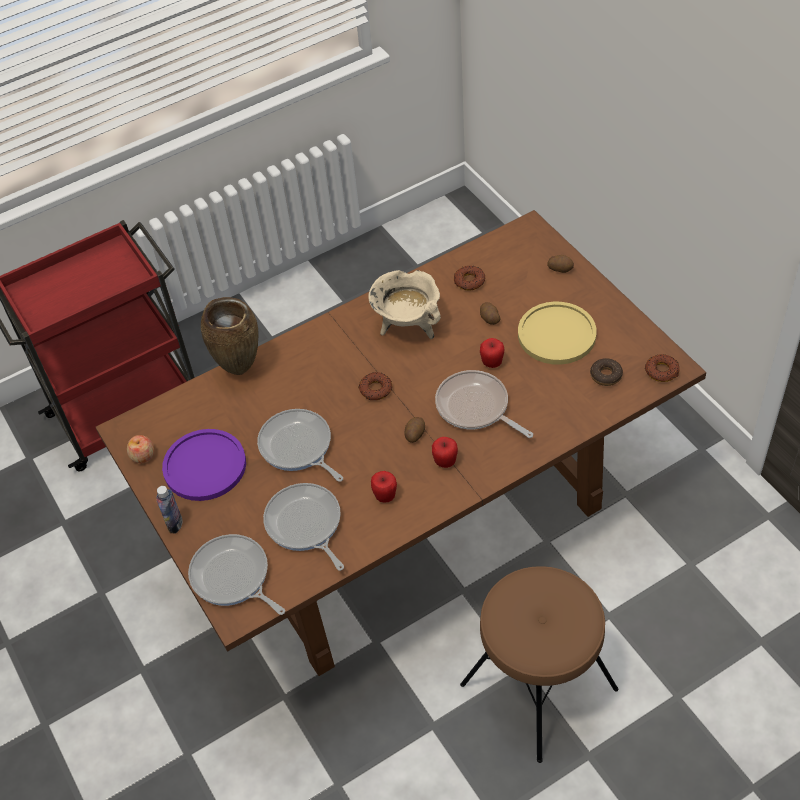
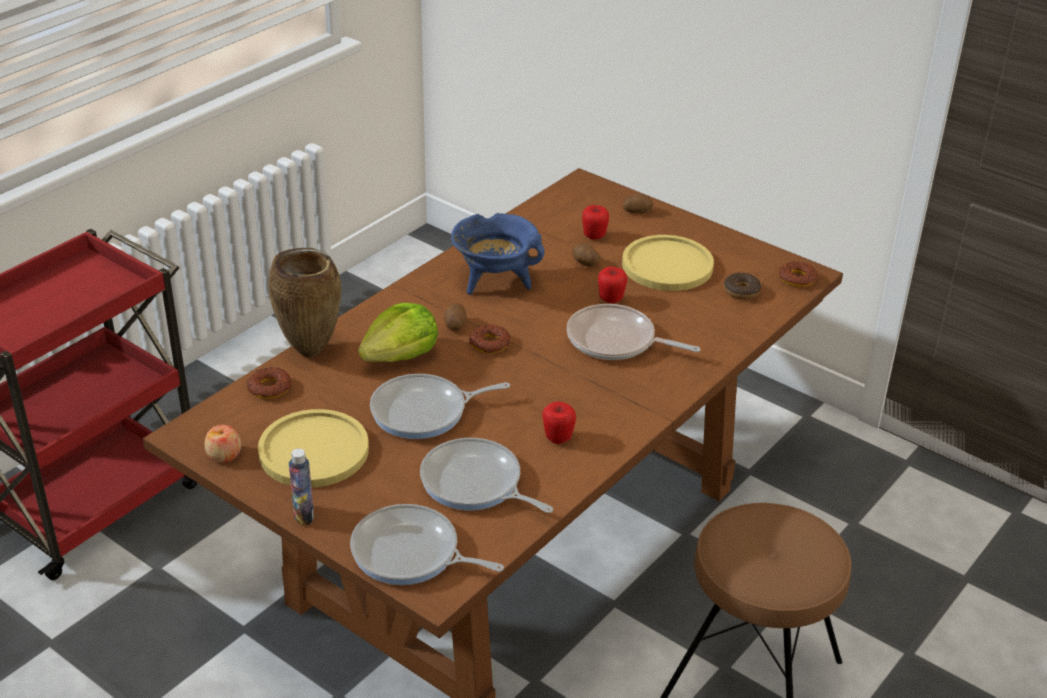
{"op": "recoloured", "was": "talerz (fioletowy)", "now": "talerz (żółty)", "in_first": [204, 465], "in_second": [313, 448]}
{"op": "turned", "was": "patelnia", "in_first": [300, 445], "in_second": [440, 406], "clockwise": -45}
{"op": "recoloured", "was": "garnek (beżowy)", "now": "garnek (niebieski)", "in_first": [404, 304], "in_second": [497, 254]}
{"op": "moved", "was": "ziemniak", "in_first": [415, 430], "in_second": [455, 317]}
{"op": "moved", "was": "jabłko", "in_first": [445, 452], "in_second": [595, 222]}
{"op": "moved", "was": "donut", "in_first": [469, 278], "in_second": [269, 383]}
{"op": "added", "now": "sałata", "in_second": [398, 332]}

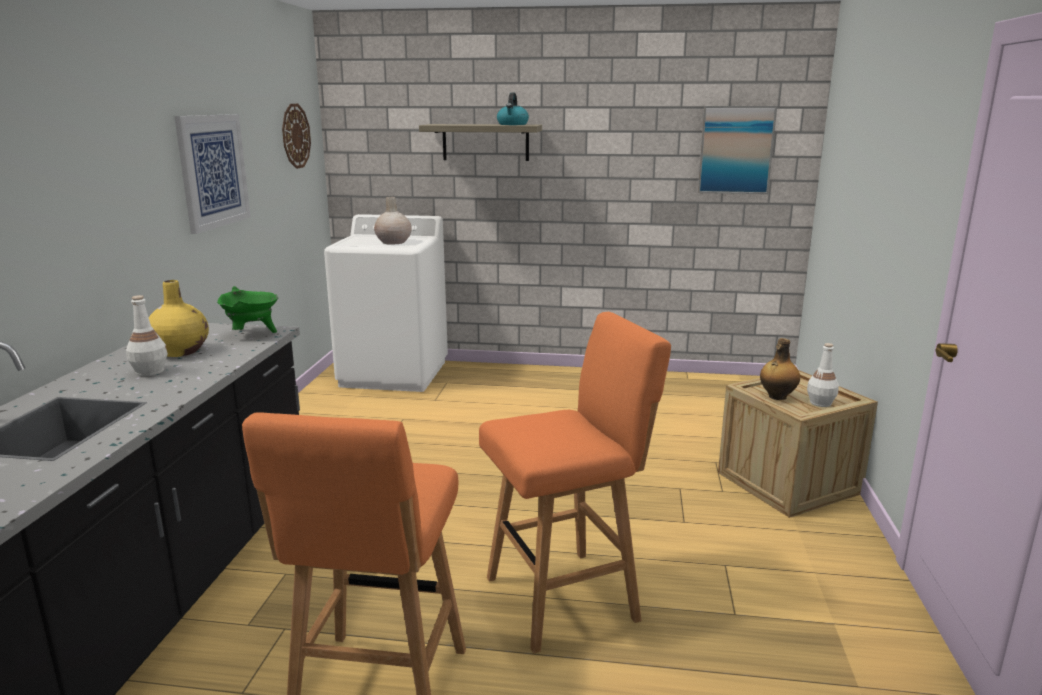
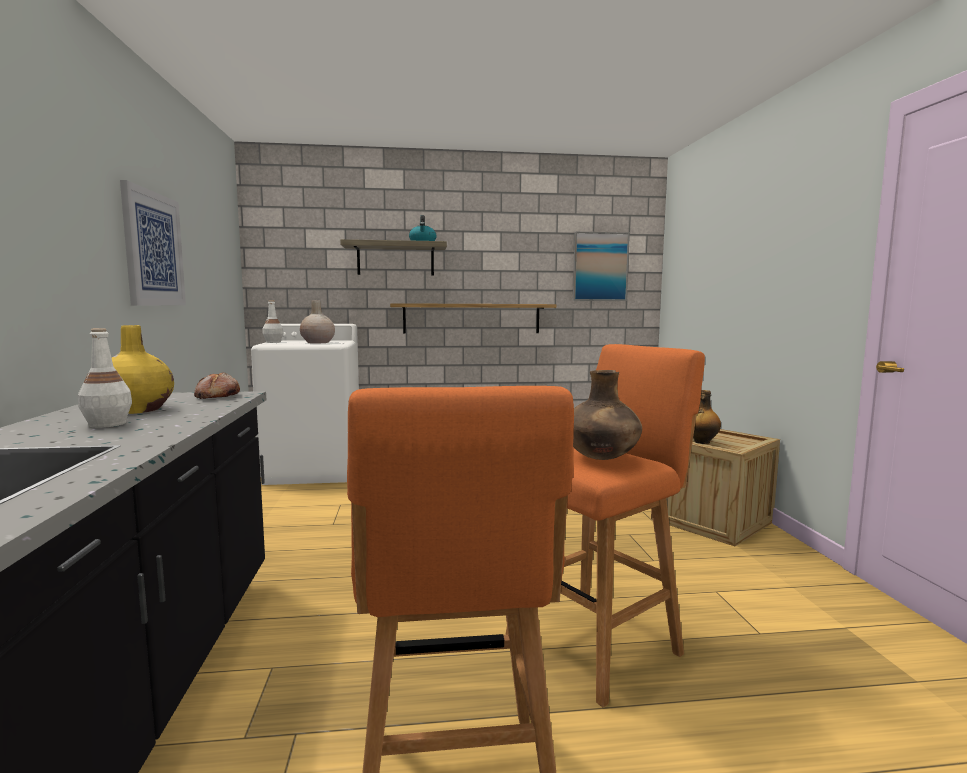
{"op": "replaced", "was": "garnek (zielony)", "now": "chleb", "in_first": [248, 309], "in_second": [217, 385]}
{"op": "removed", "was": "zegar ścienny", "in_first": [296, 136]}
{"op": "moved", "was": "butelka (biały)", "in_first": [823, 375], "in_second": [273, 321]}
{"op": "added", "now": "półka", "in_second": [473, 318]}
{"op": "added", "now": "wazon (brązowy)", "in_second": [607, 415]}

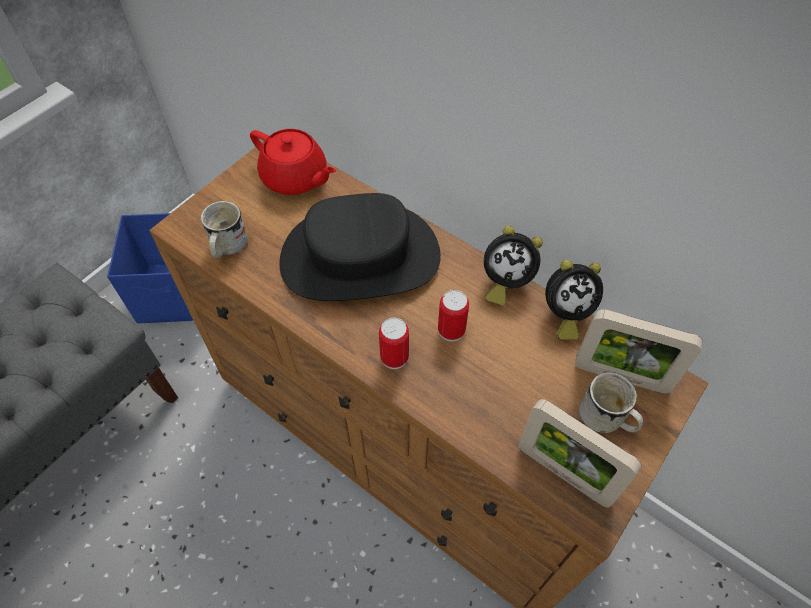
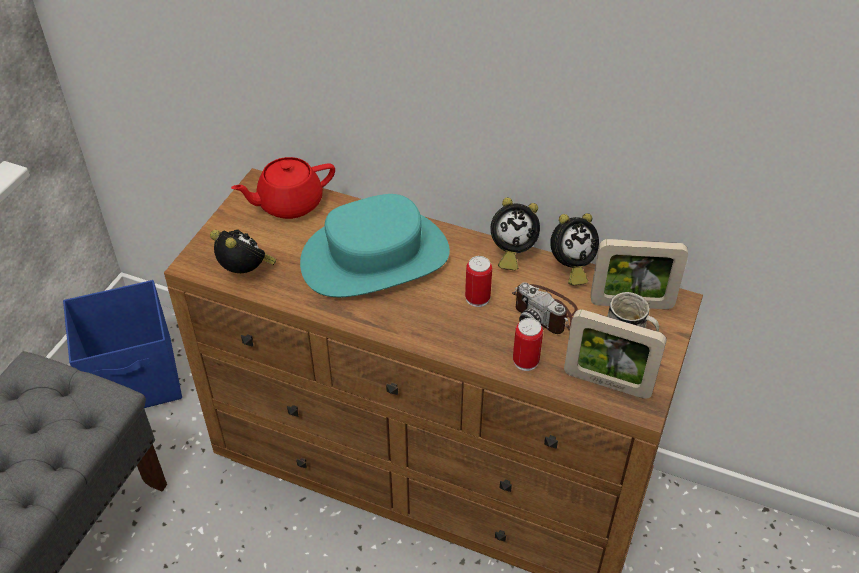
{"op": "replaced", "was": "kubek (biały)", "now": "budzik", "in_first": [224, 229], "in_second": [243, 251]}
{"op": "turned", "was": "imbryk (czerwony)", "in_first": [293, 162], "in_second": [283, 188], "clockwise": 135}
{"op": "recoloured", "was": "kapelusz (czarny)", "now": "kapelusz (turkusowy)", "in_first": [360, 247], "in_second": [375, 245]}
{"op": "moved", "was": "puszka", "in_first": [394, 343], "in_second": [528, 344]}
{"op": "added", "now": "aparat fotograficzny", "in_second": [545, 308]}

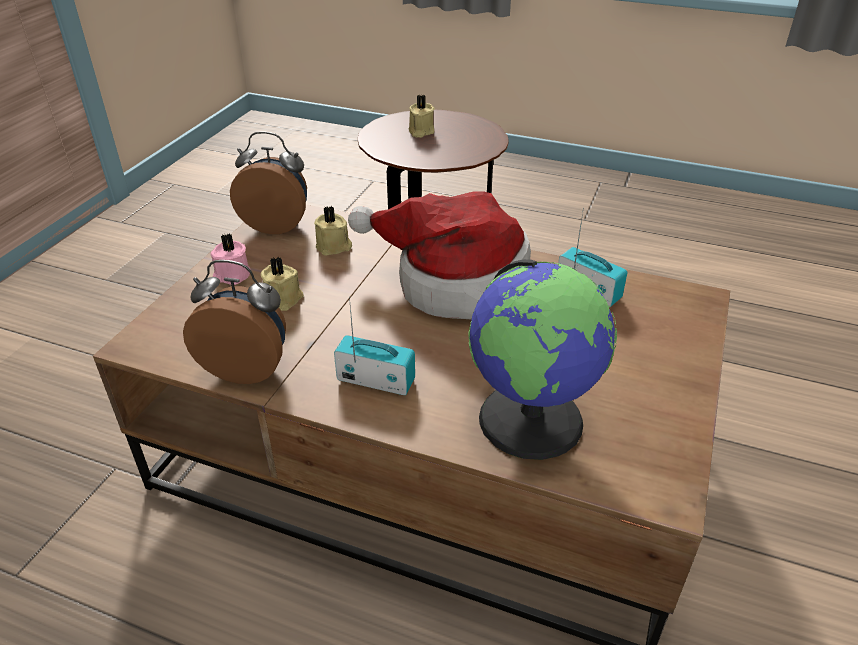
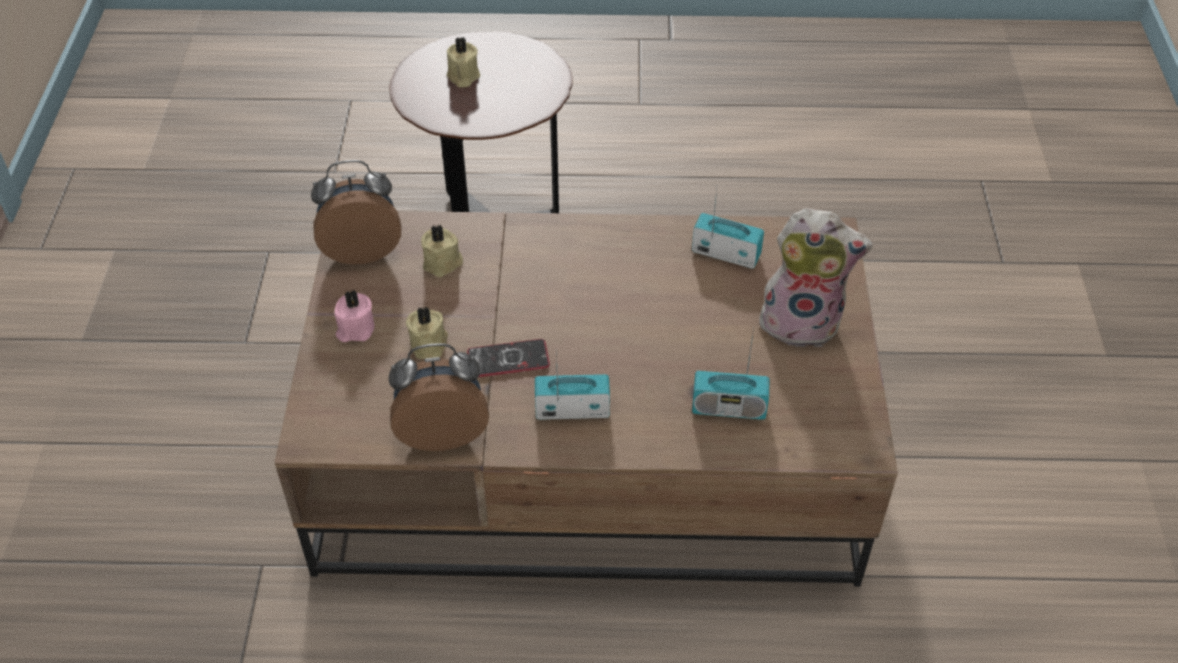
{"op": "removed", "was": "kapelusz", "in_first": [439, 255]}
{"op": "replaced", "was": "globus", "now": "radio", "in_first": [542, 359], "in_second": [731, 374]}
{"op": "added", "now": "telefon", "in_second": [508, 358]}
{"op": "added", "now": "pluszak", "in_second": [816, 277]}

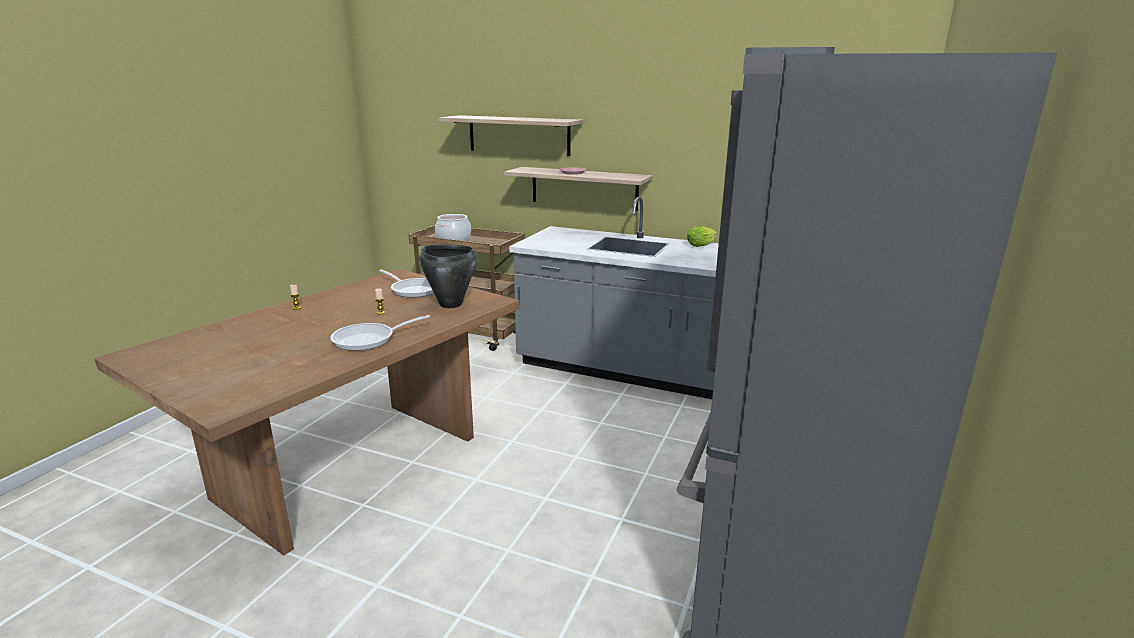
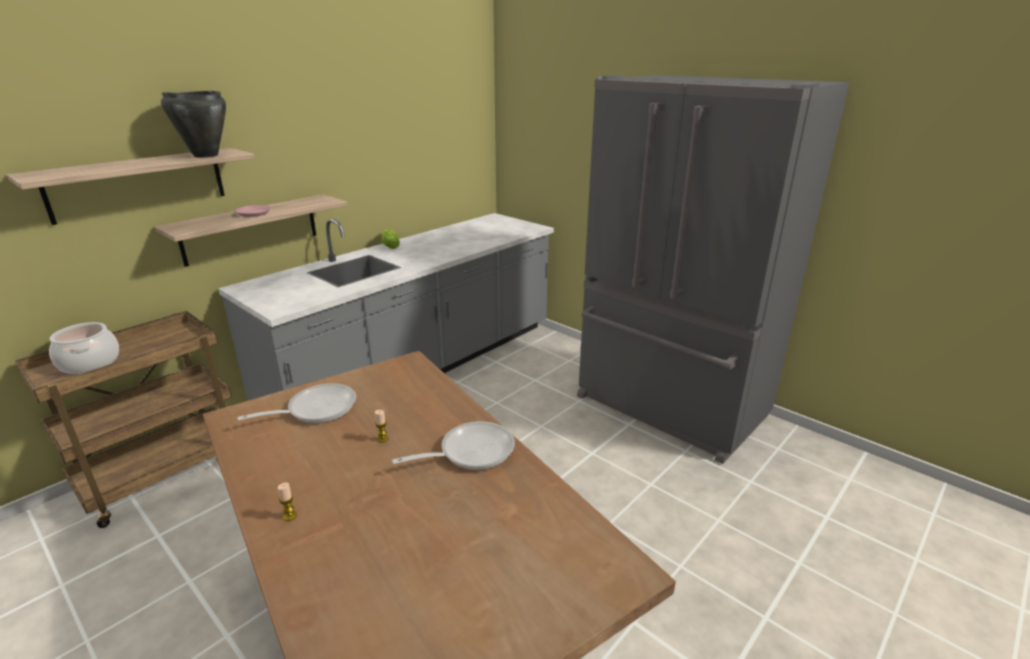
{"op": "turned", "was": "patelnia", "in_first": [380, 333], "in_second": [453, 445], "clockwise": -105}
{"op": "moved", "was": "garnek (czarny)", "in_first": [448, 276], "in_second": [193, 124]}

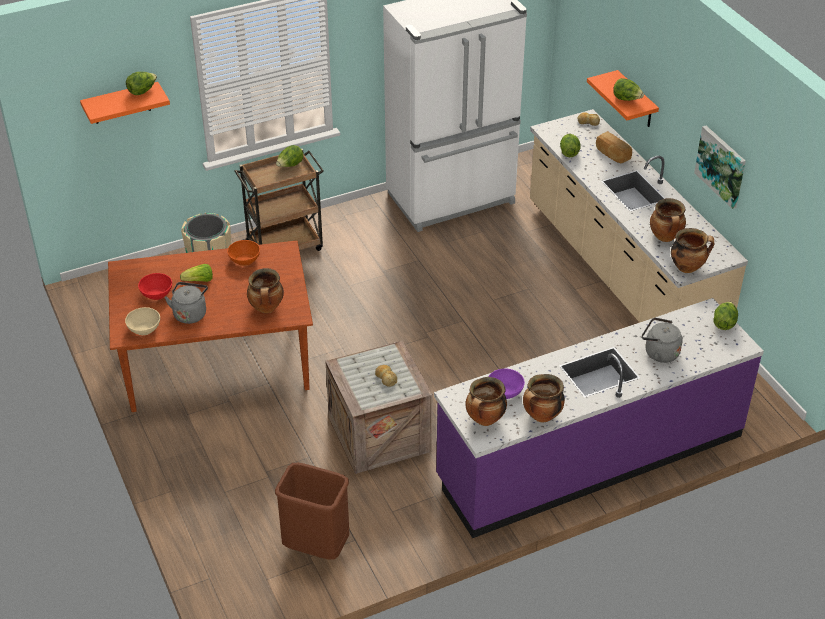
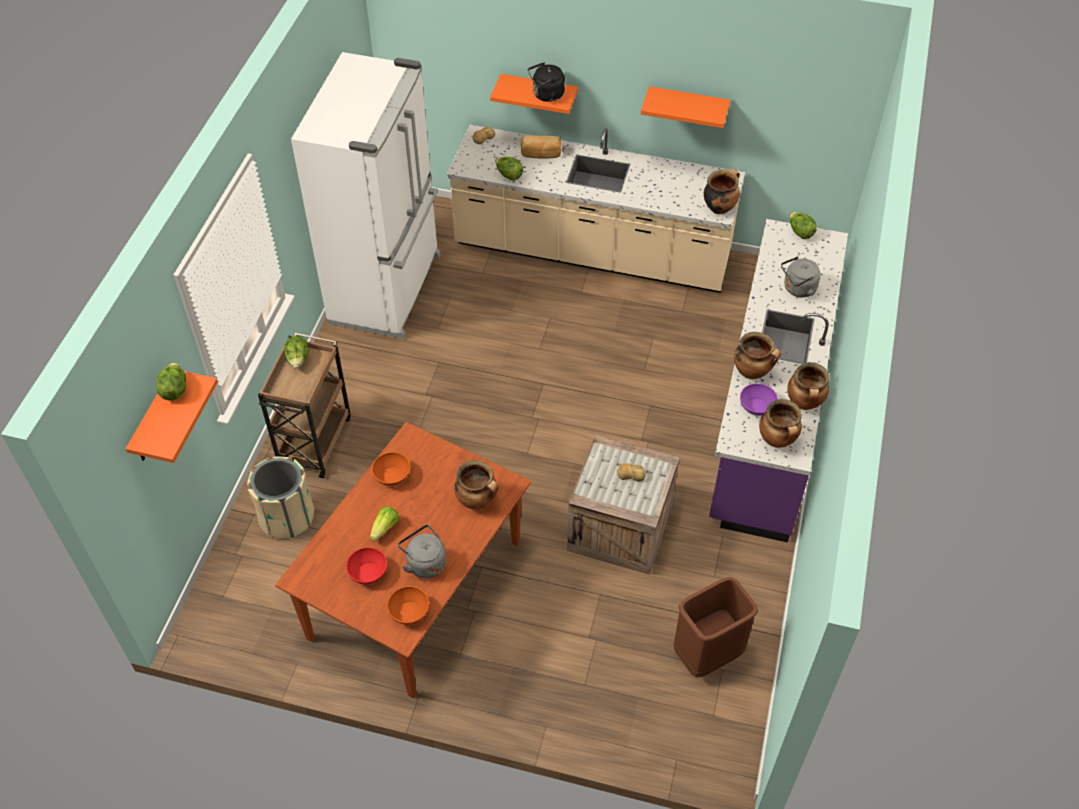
{"op": "recoloured", "was": "miska (beżowy)", "now": "miska (pomarańczowy)", "in_first": [142, 321], "in_second": [408, 605]}
{"op": "replaced", "was": "sałata", "now": "czajnik (czarny)", "in_first": [628, 89], "in_second": [546, 82]}
{"op": "moved", "was": "garnek", "in_first": [668, 220], "in_second": [757, 355]}
{"op": "replaced", "was": "obraz", "now": "półka (pomarańczowy)", "in_first": [720, 167], "in_second": [685, 107]}

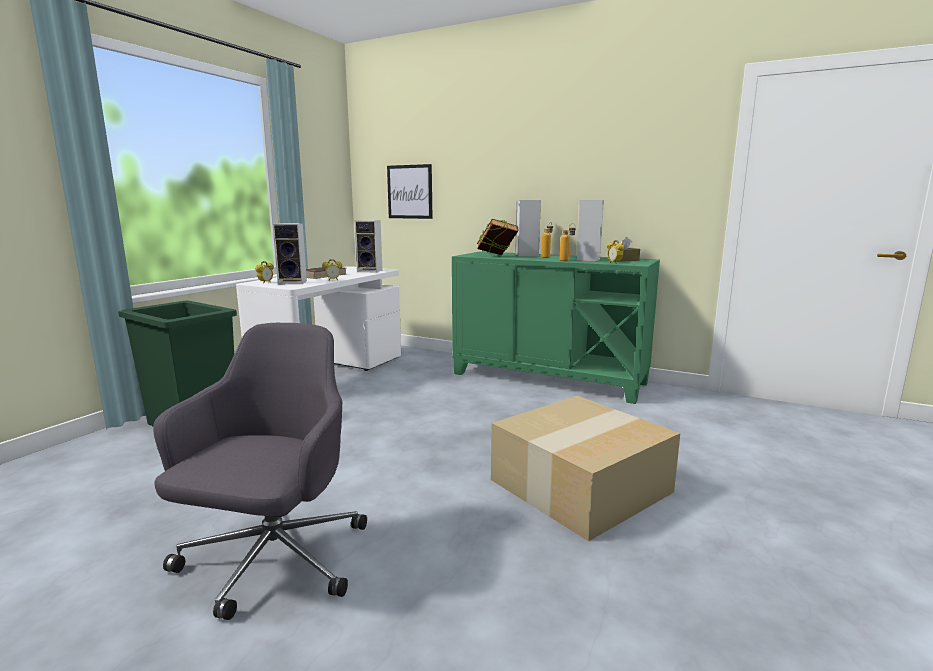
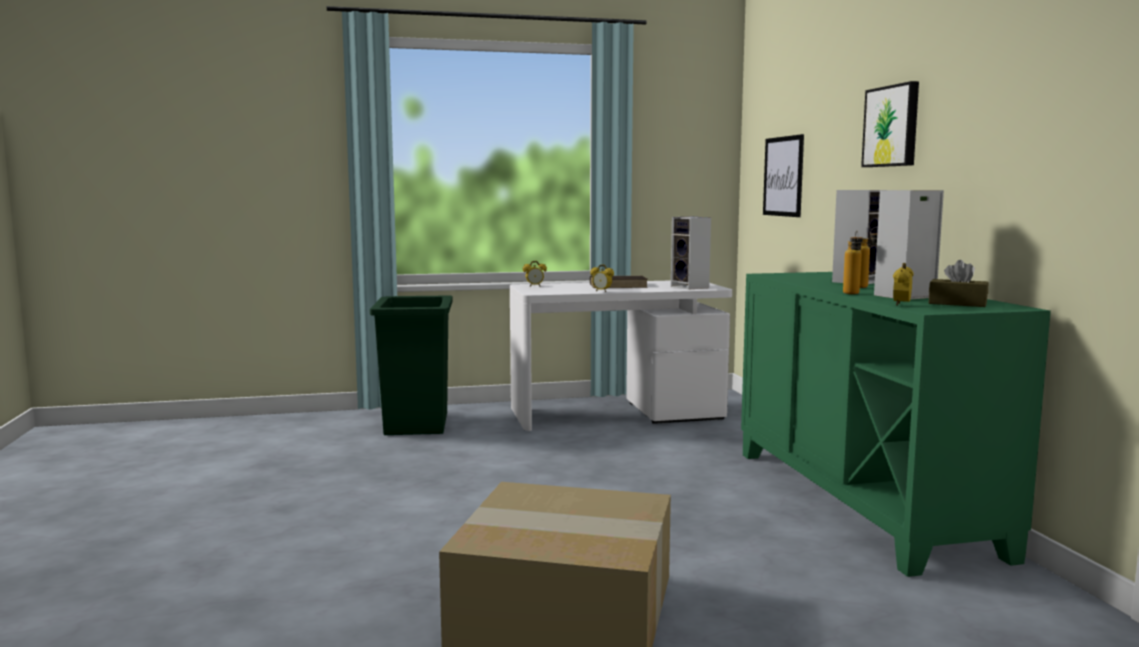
{"op": "removed", "was": "krzesło biurowe (szary)", "in_first": [260, 471]}
{"op": "removed", "was": "głośnik", "in_first": [290, 253]}
{"op": "removed", "was": "książka", "in_first": [497, 237]}
{"op": "added", "now": "obraz", "in_second": [890, 124]}

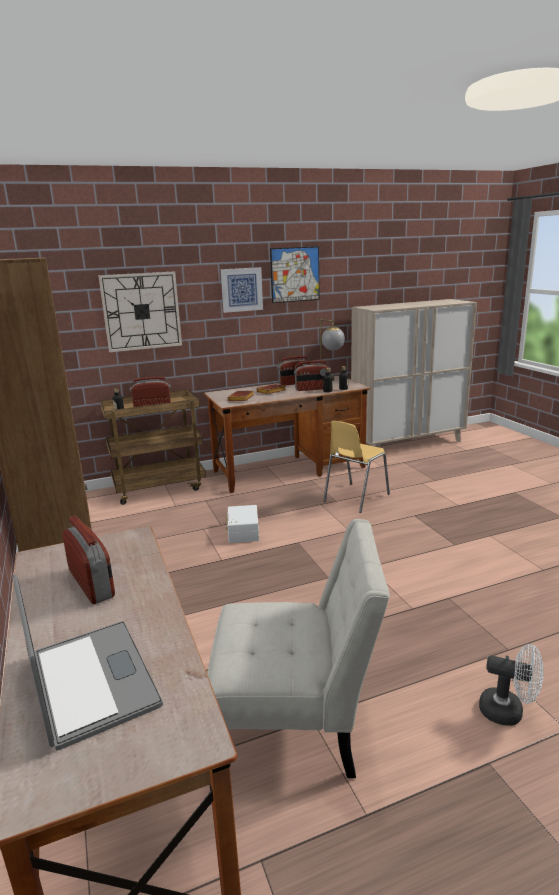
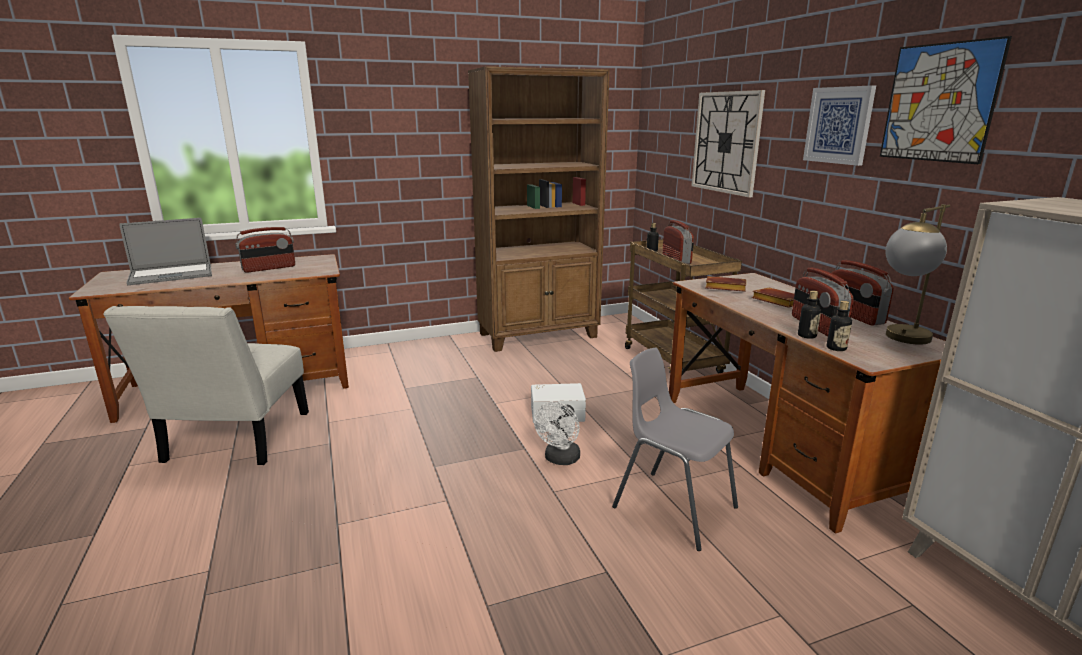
{"op": "recoloured", "was": "krzesło (żółty)", "now": "krzesło (szary)", "in_first": [356, 467], "in_second": [675, 449]}
{"op": "moved", "was": "wentylator (biały)", "in_first": [511, 685], "in_second": [557, 433]}

